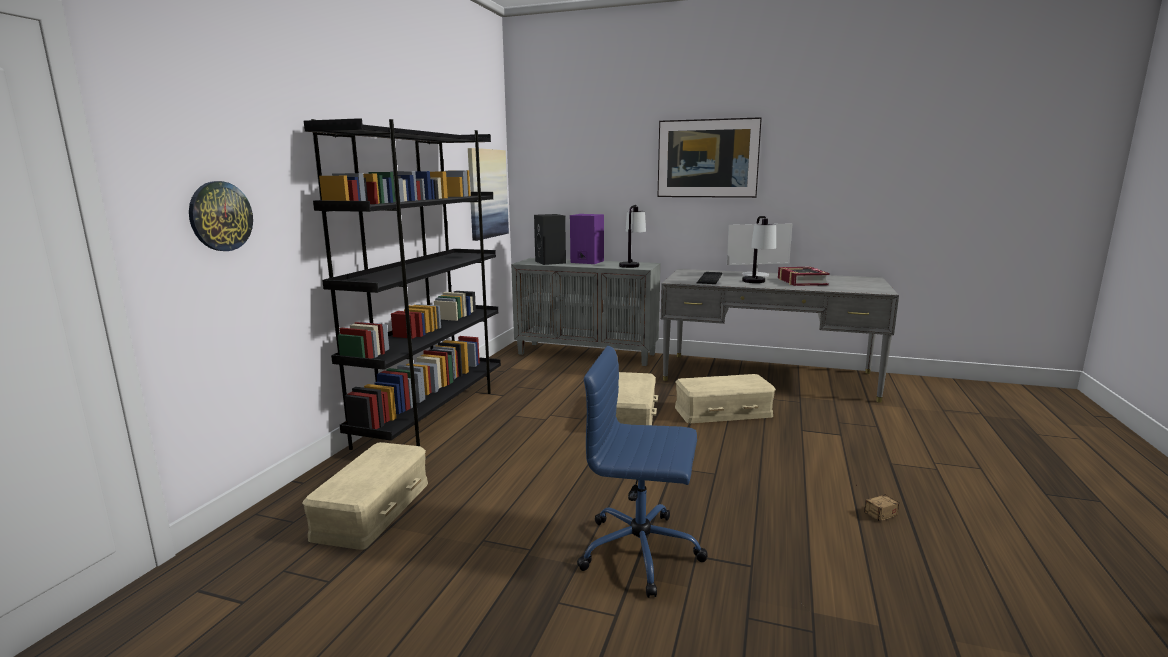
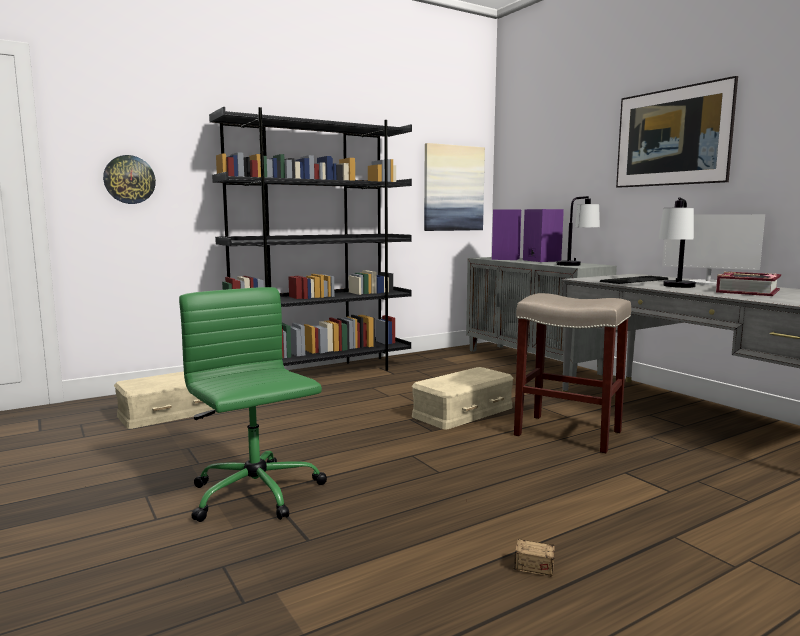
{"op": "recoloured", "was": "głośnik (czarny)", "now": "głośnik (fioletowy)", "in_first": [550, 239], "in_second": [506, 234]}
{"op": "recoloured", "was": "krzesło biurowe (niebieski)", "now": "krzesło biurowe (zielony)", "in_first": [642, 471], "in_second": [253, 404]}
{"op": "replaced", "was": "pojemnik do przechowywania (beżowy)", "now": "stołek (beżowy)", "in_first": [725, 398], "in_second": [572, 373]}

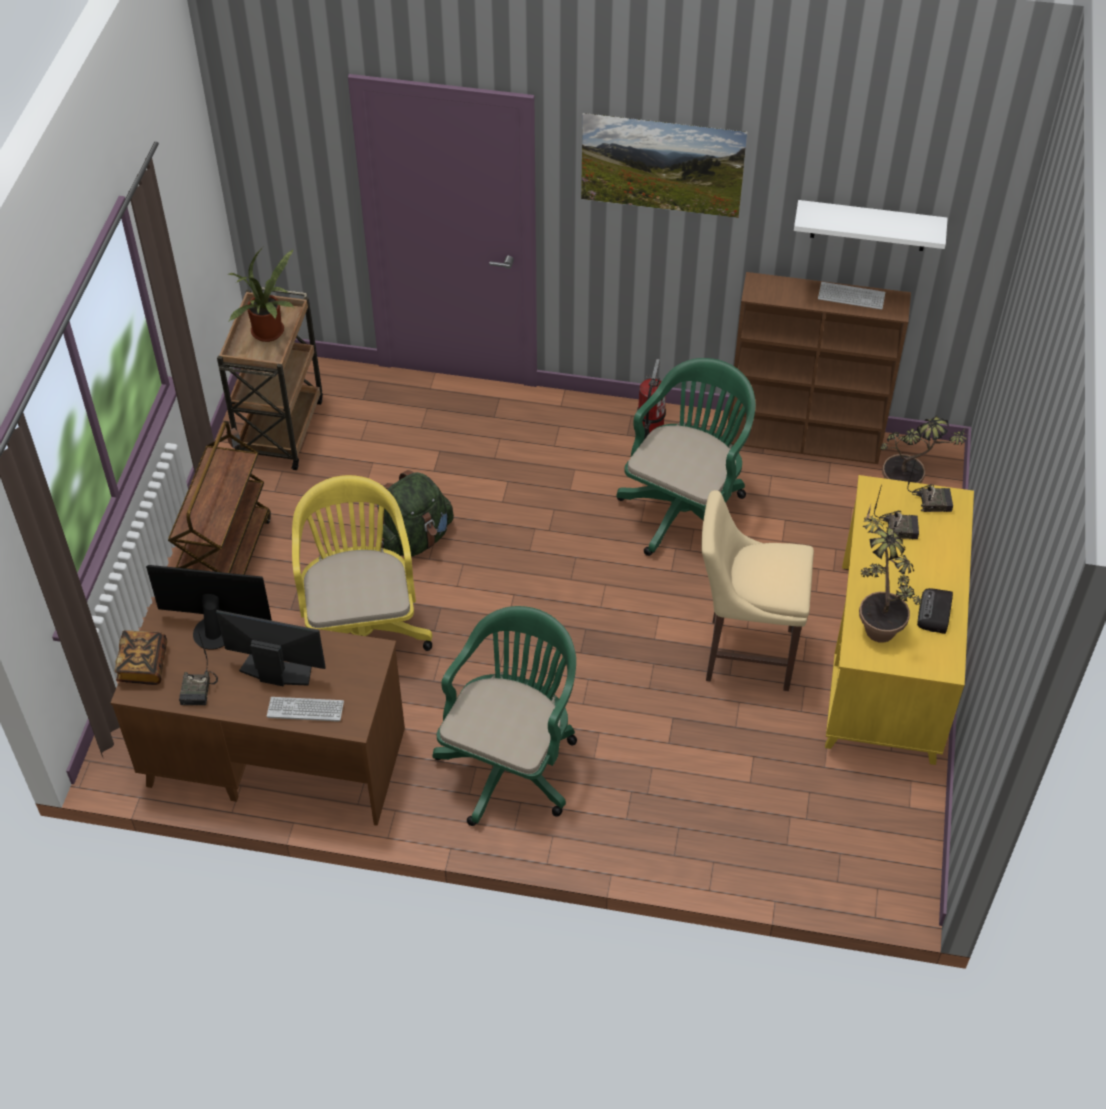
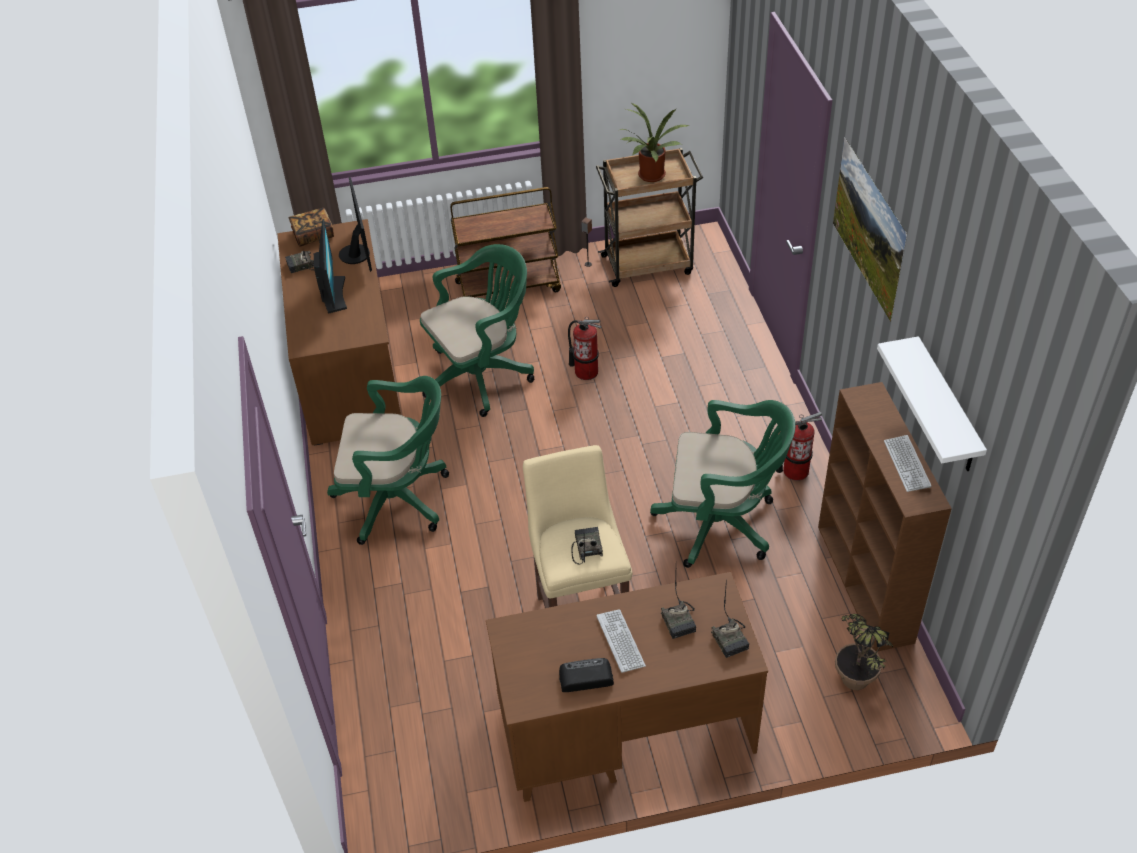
{"op": "moved", "was": "klawiatura", "in_first": [305, 709], "in_second": [621, 641]}
{"op": "recoloured", "was": "krzesło biurowe (żółty)", "now": "krzesło biurowe (zielony)", "in_first": [362, 563], "in_second": [477, 330]}
{"op": "replaced", "was": "plecak (zielony)", "now": "gaśnica", "in_first": [415, 513], "in_second": [584, 348]}
{"op": "recoloured", "was": "biurko (żółty)", "now": "biurko (brązowy)", "in_first": [899, 620], "in_second": [627, 687]}
{"op": "removed", "was": "roślina doniczkowa", "in_first": [890, 574]}
{"op": "added", "now": "radio", "in_second": [587, 545]}

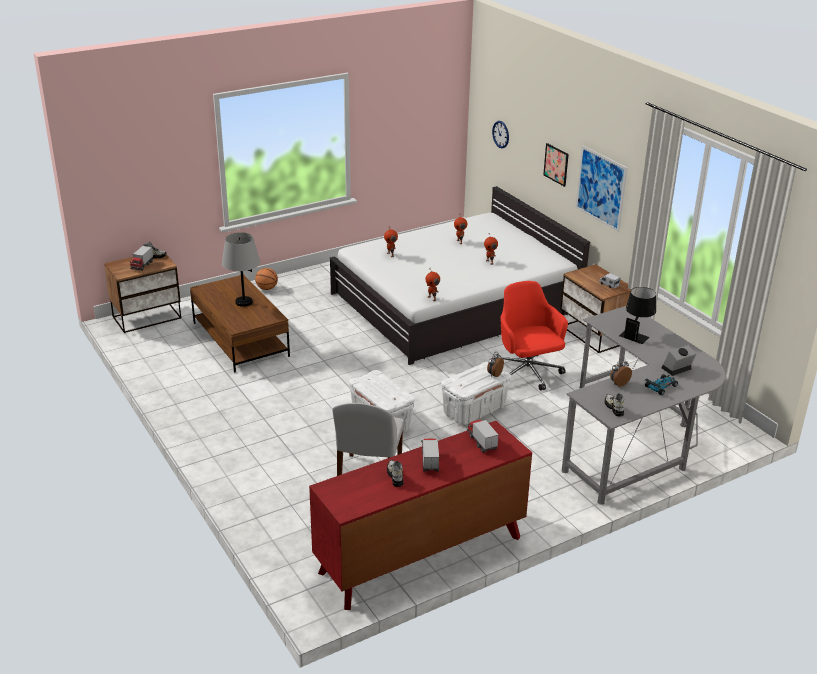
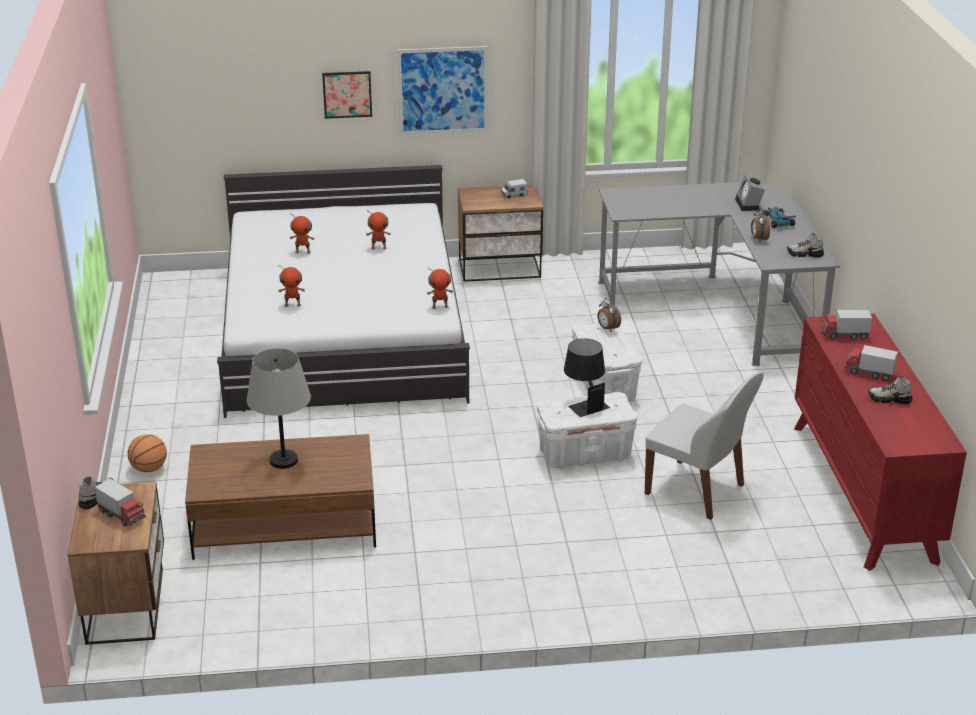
{"op": "removed", "was": "zegar ścienny", "in_first": [500, 134]}
{"op": "removed", "was": "krzesło biurowe (czerwony)", "in_first": [532, 336]}
{"op": "moved", "was": "lampa stołowa (czarny)", "in_first": [637, 315], "in_second": [587, 378]}

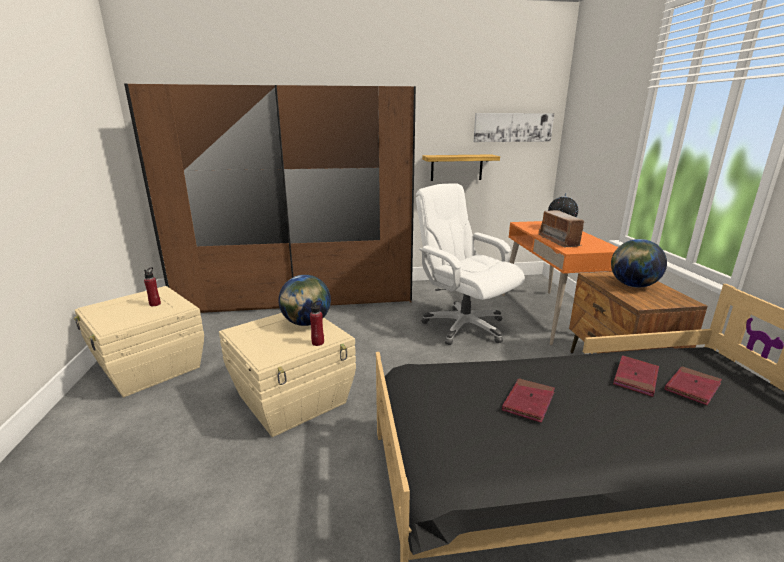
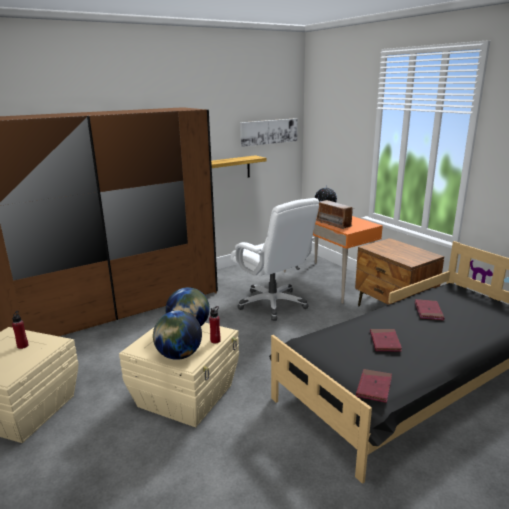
{"op": "turned", "was": "krzesło biurowe (biały)", "in_first": [470, 264], "in_second": [275, 259], "clockwise": -150}
{"op": "moved", "was": "globus", "in_first": [639, 263], "in_second": [177, 335]}
{"op": "moved", "was": "książka (czerwony)", "in_first": [693, 385], "in_second": [374, 386]}

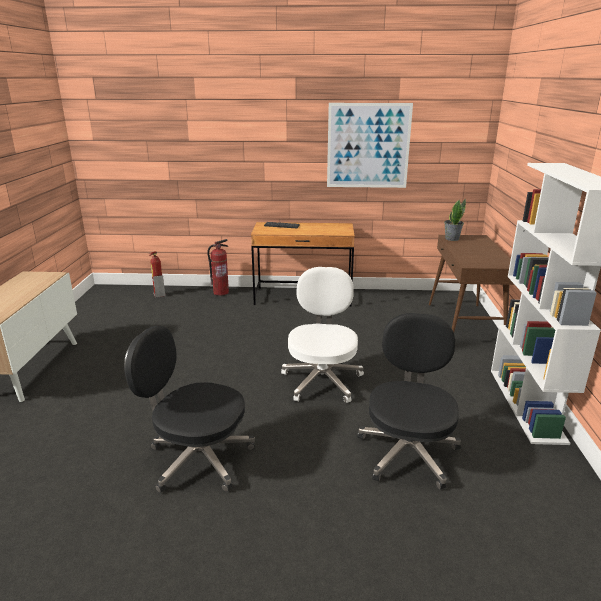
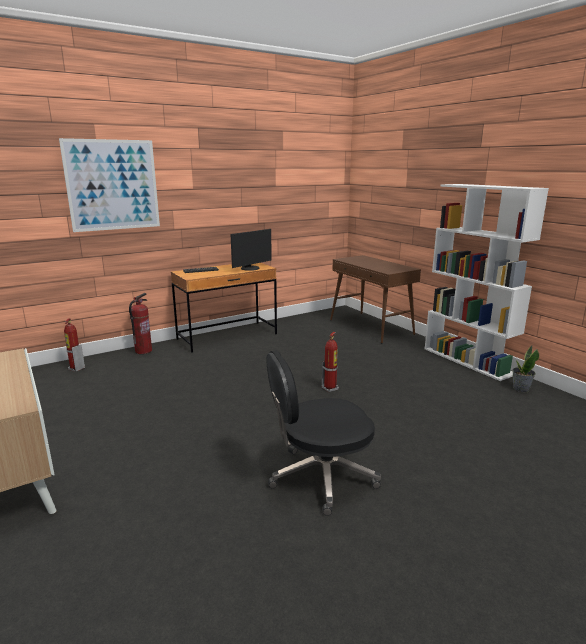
{"op": "replaced", "was": "krzesło biurowe (biały)", "now": "gaśnica", "in_first": [322, 335], "in_second": [330, 362]}
{"op": "moved", "was": "obraz", "in_first": [370, 145], "in_second": [109, 185]}
{"op": "removed", "was": "krzesło biurowe (czarny)", "in_first": [409, 401]}
{"op": "moved", "was": "roślina doniczkowa", "in_first": [455, 220], "in_second": [525, 368]}
{"op": "added", "now": "monitor", "in_second": [251, 250]}

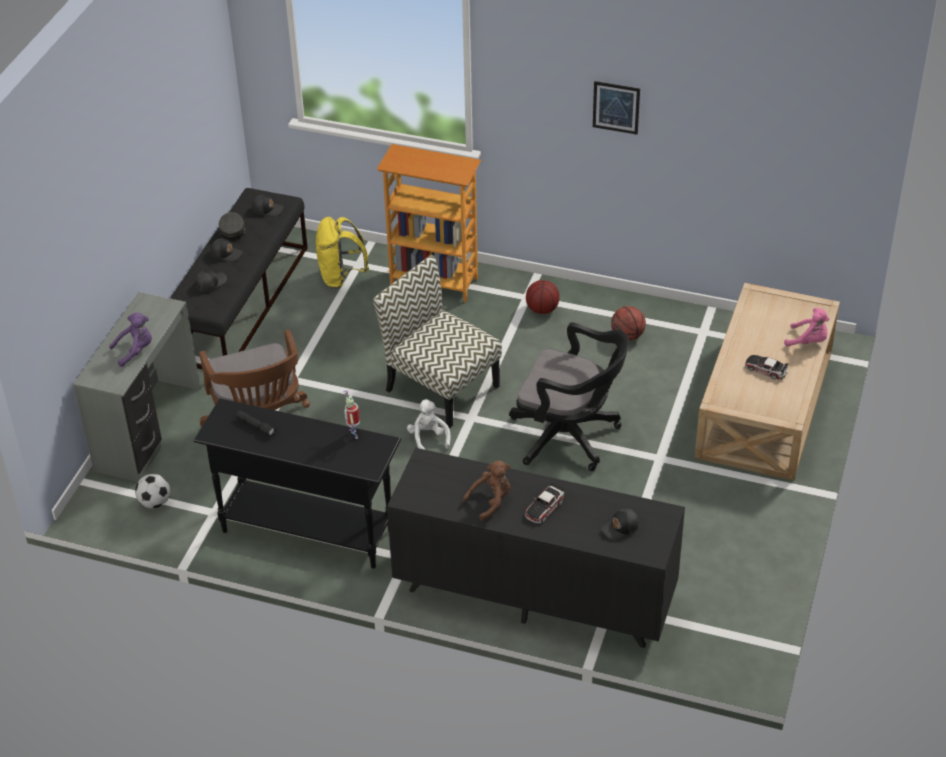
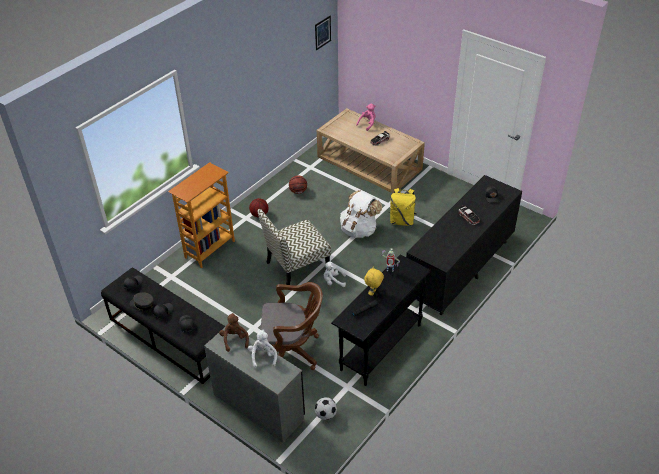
{"op": "recoloured", "was": "pluszak (fioletowy)", "now": "pluszak (biały)", "in_first": [130, 339], "in_second": [262, 349]}
{"op": "moved", "was": "plecak (żółty)", "in_first": [342, 252], "in_second": [403, 207]}
{"op": "moved", "was": "pluszak (brązowy)", "in_first": [486, 491], "in_second": [234, 332]}
{"op": "replaced", "was": "krzesło biurowe (czarny)", "now": "plecak (biały)", "in_first": [569, 396], "in_second": [361, 214]}
{"op": "moved", "was": "obraz", "in_first": [616, 107], "in_second": [323, 32]}
{"op": "added", "now": "pluszak (żółty)", "in_second": [374, 281]}

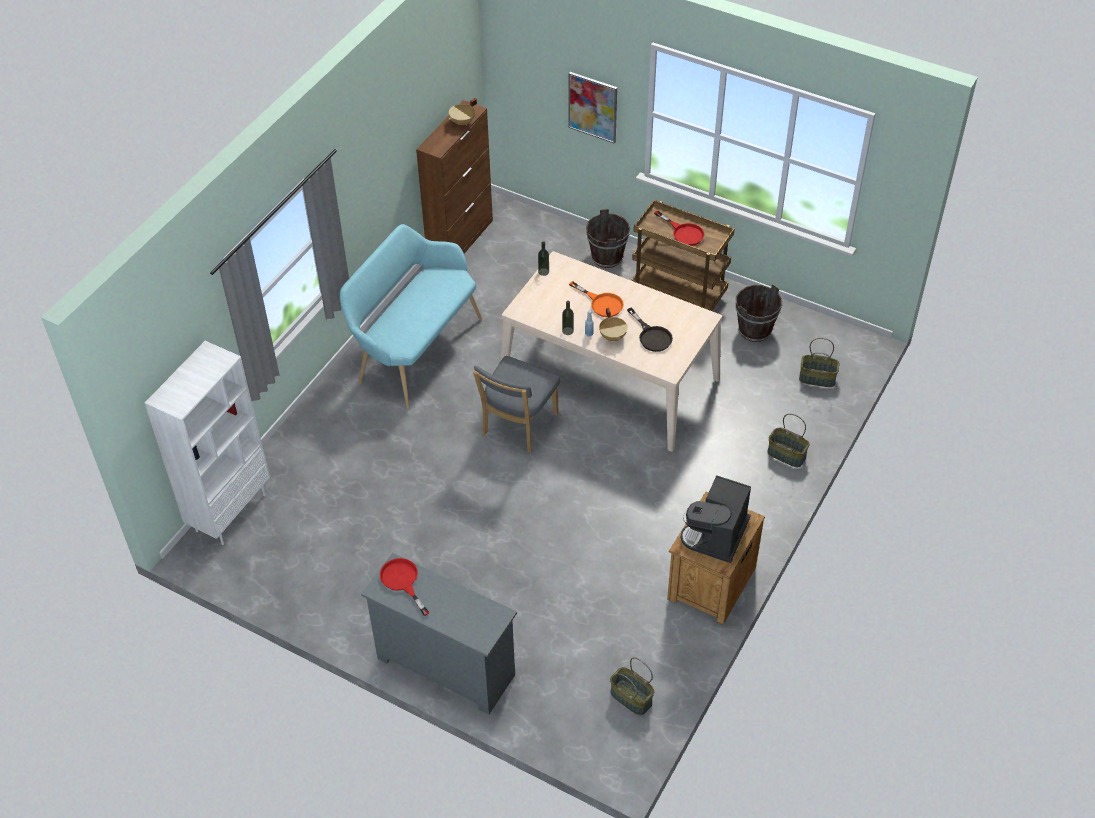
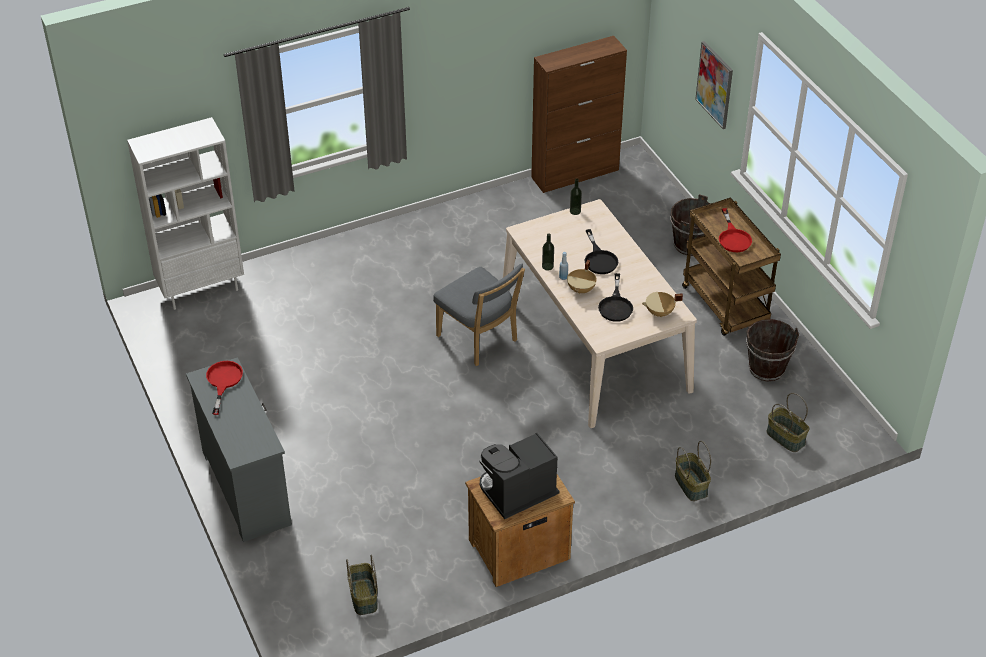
{"op": "removed", "was": "ławka (turkusowy)", "in_first": [411, 316]}
{"op": "moved", "was": "garnek (beżowy)", "in_first": [463, 112], "in_second": [662, 305]}
{"op": "turned", "was": "krzesło (szary)", "in_first": [516, 404], "in_second": [479, 315], "clockwise": -105}
{"op": "recoloured", "was": "patelnia (pomarańczowy)", "now": "patelnia (czarny)", "in_first": [596, 299], "in_second": [601, 251]}

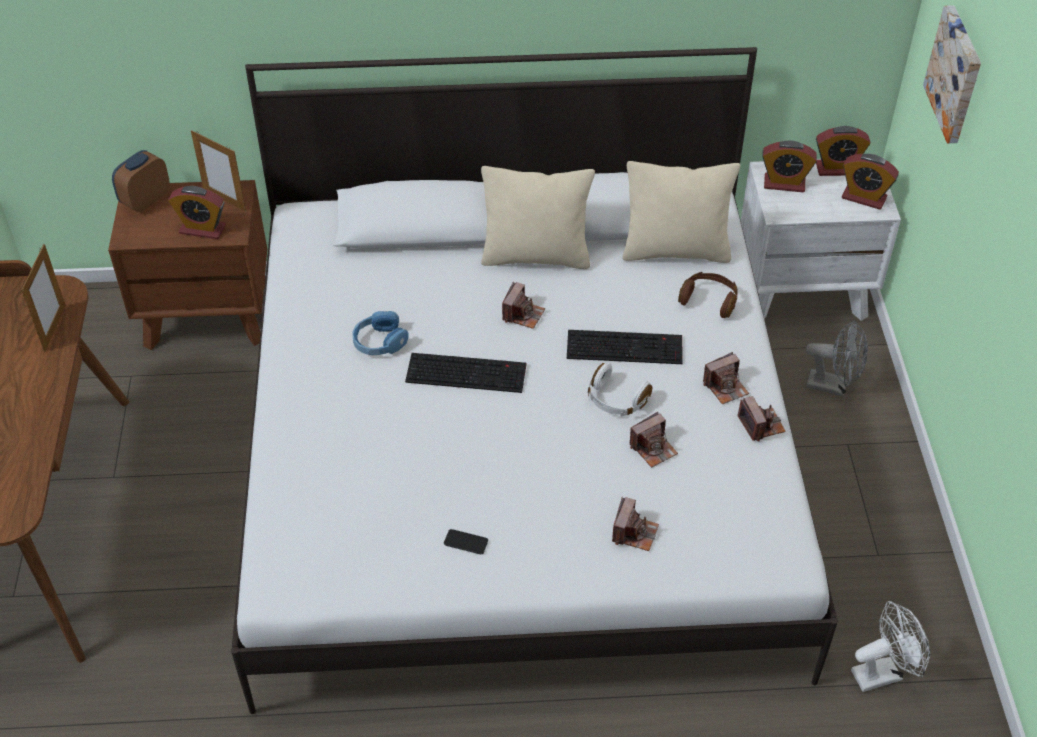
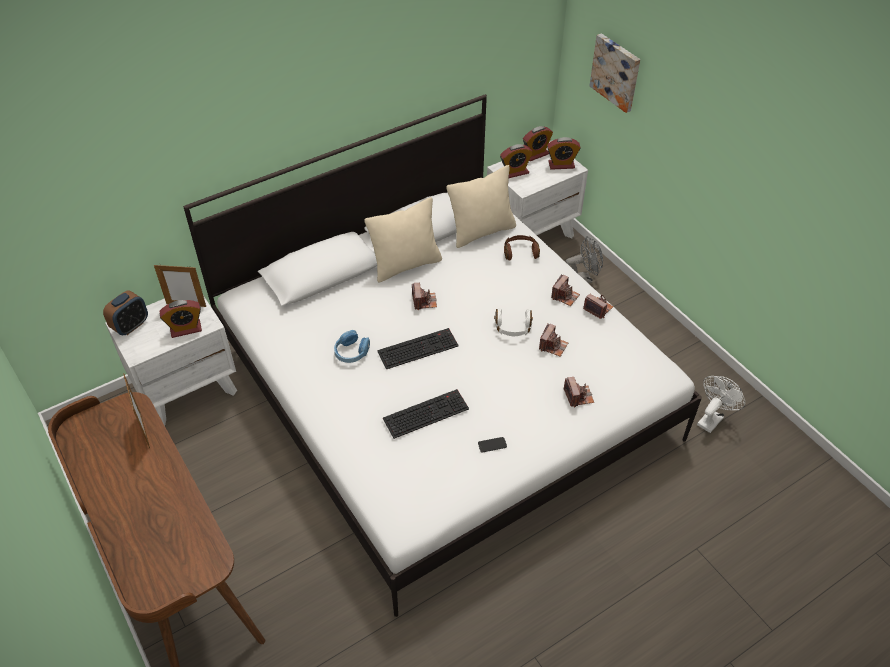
{"op": "recoloured", "was": "szafka nocna (brązowy)", "now": "szafka nocna (biały)", "in_first": [187, 265], "in_second": [171, 360]}
{"op": "turned", "was": "budzik", "in_first": [141, 181], "in_second": [125, 312], "clockwise": -150}
{"op": "moved", "was": "klawiatura", "in_first": [625, 347], "in_second": [426, 414]}

